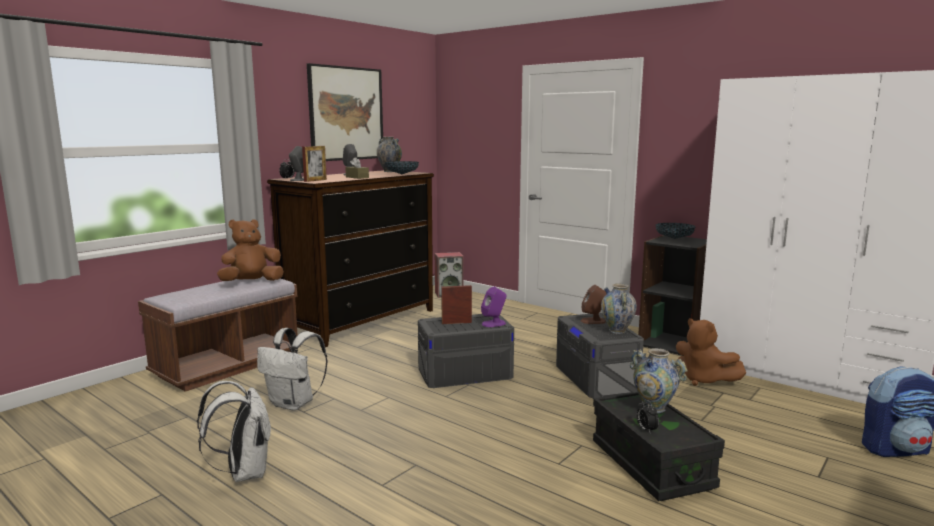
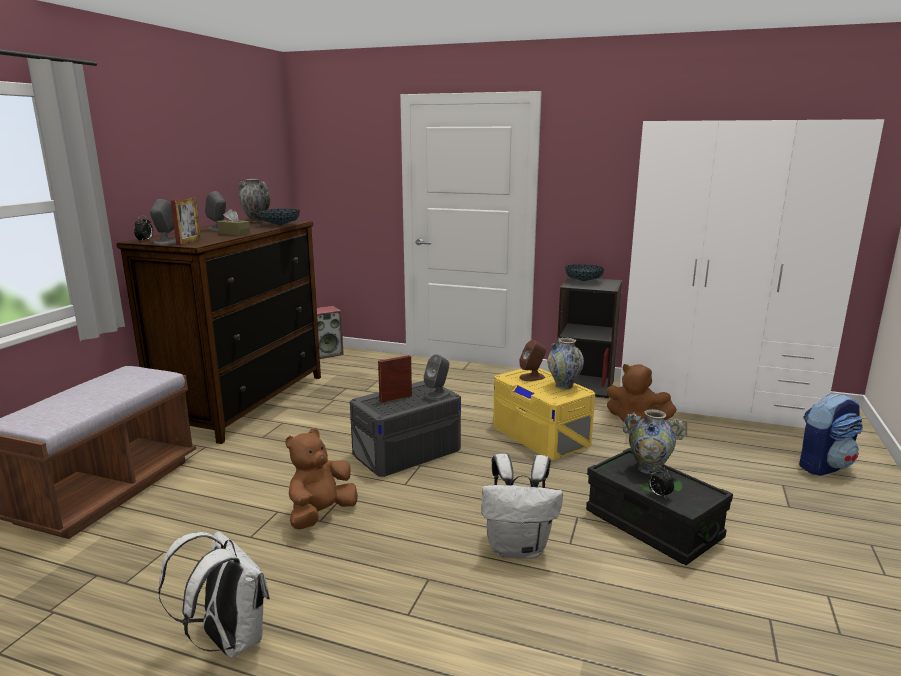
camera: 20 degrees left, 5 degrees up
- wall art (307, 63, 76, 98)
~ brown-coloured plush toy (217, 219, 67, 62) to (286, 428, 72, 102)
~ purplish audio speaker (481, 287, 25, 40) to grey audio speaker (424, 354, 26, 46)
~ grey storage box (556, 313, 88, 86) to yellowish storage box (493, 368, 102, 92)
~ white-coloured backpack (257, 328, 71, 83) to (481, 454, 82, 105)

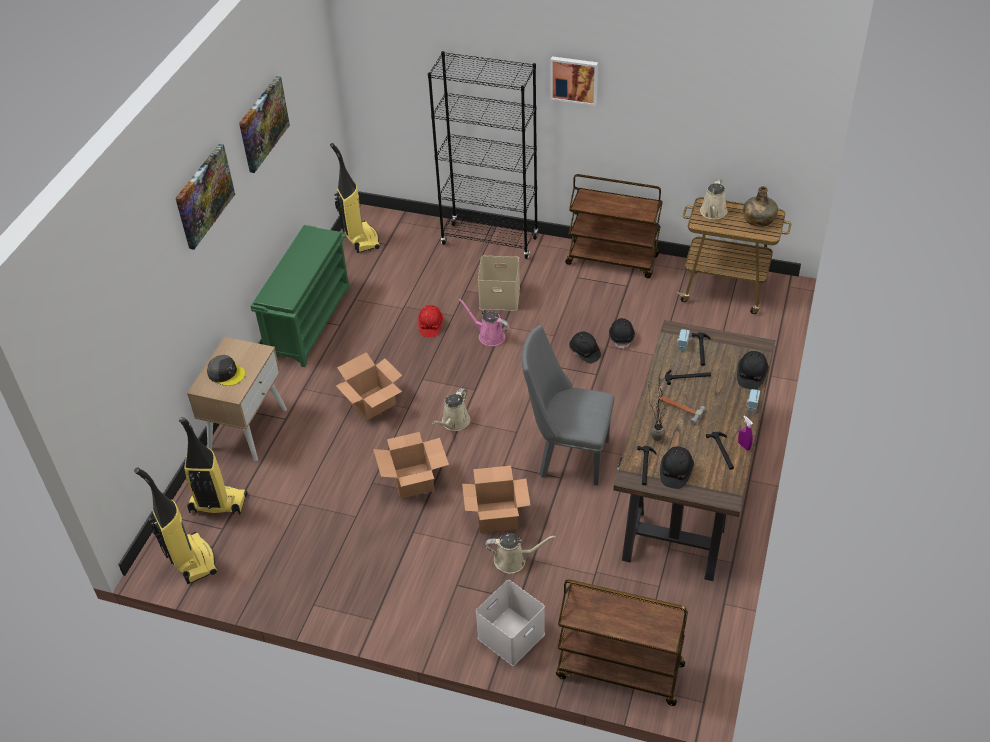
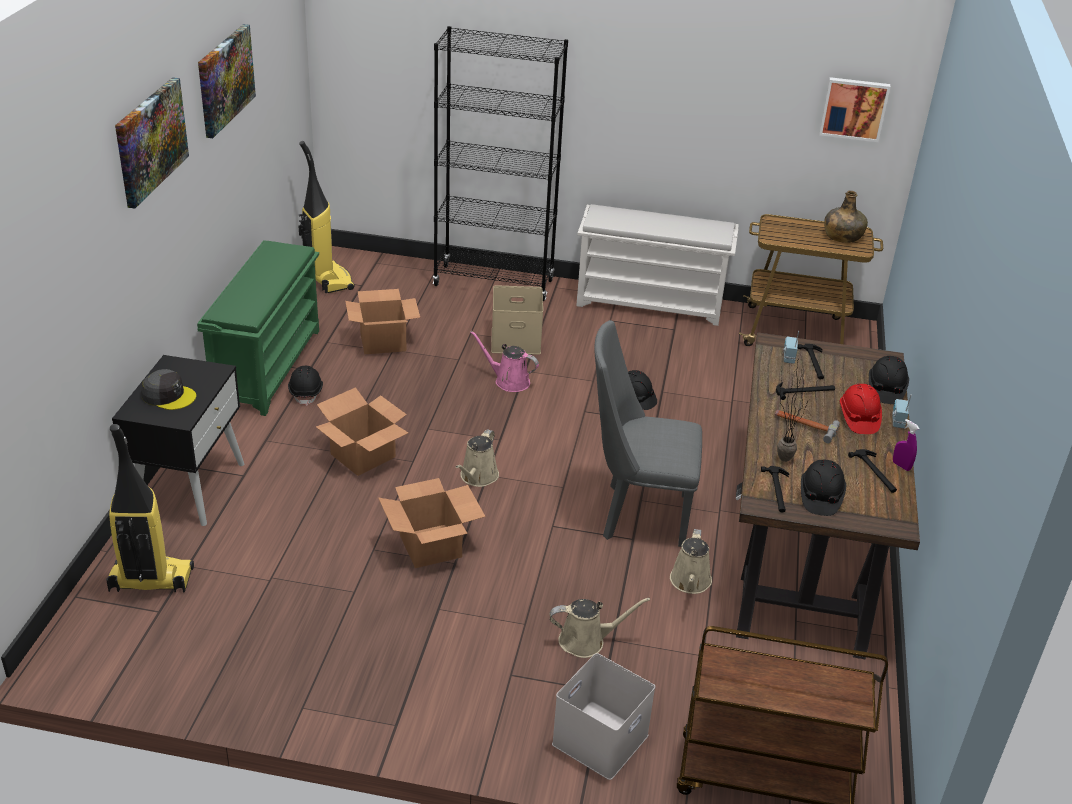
camera: 10 degrees left, 10 degrees down
~ wall art (551, 56, 47, 50) to (819, 77, 72, 65)
~ brown-coloured wheeled cart (565, 174, 98, 104) to white-coloured shoe rack (576, 204, 163, 122)
~ beige watering can (700, 179, 28, 41) to (670, 529, 42, 65)
~ reddish work helmet (418, 305, 25, 32) to (840, 384, 42, 50)
~ black-coloured work helmet (609, 318, 26, 32) to (288, 366, 35, 40)
~ beige nightstand (187, 337, 100, 124) to black-coloured nightstand (112, 355, 132, 171)
~ cardboard box (462, 466, 69, 67) to (345, 289, 75, 65)
- hoover (134, 467, 83, 117)

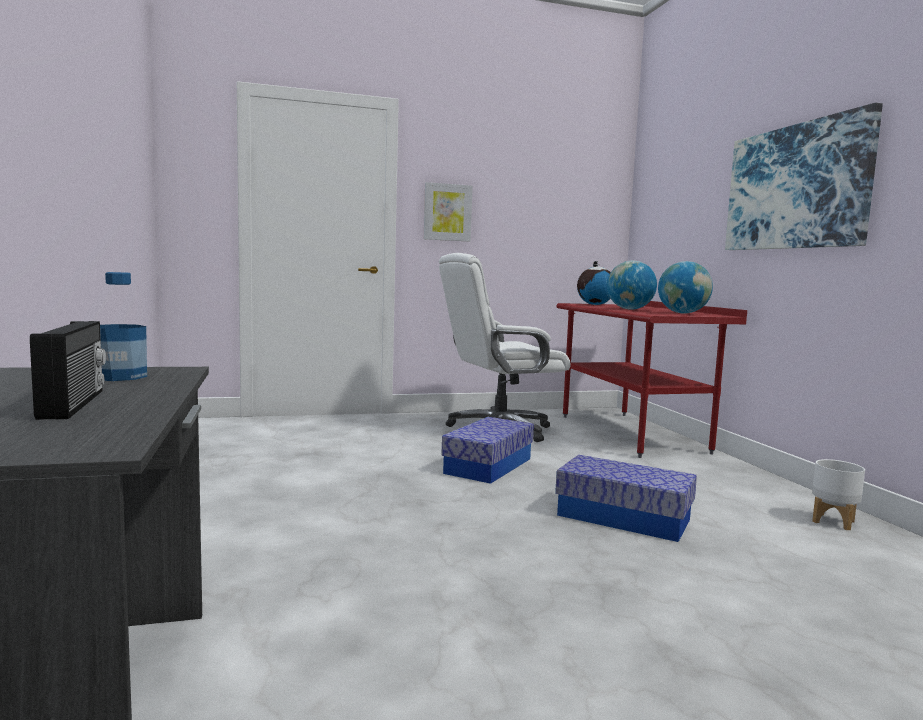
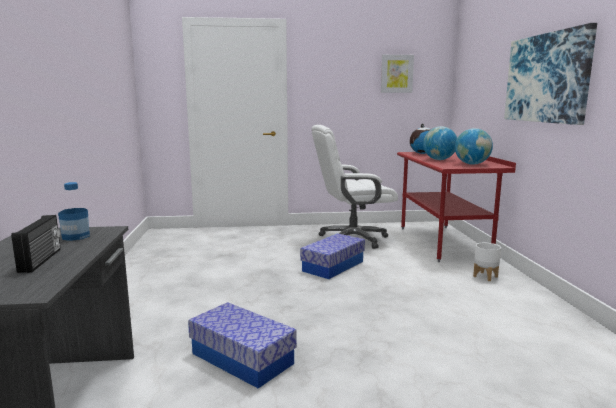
camera: 10 degrees right, 5 degrees up
~ wall art (424, 182, 49, 60) to (381, 55, 33, 38)
~ storage box (555, 455, 142, 87) to (188, 302, 109, 86)
~ white-coloured planter (812, 459, 53, 71) to (473, 243, 28, 38)

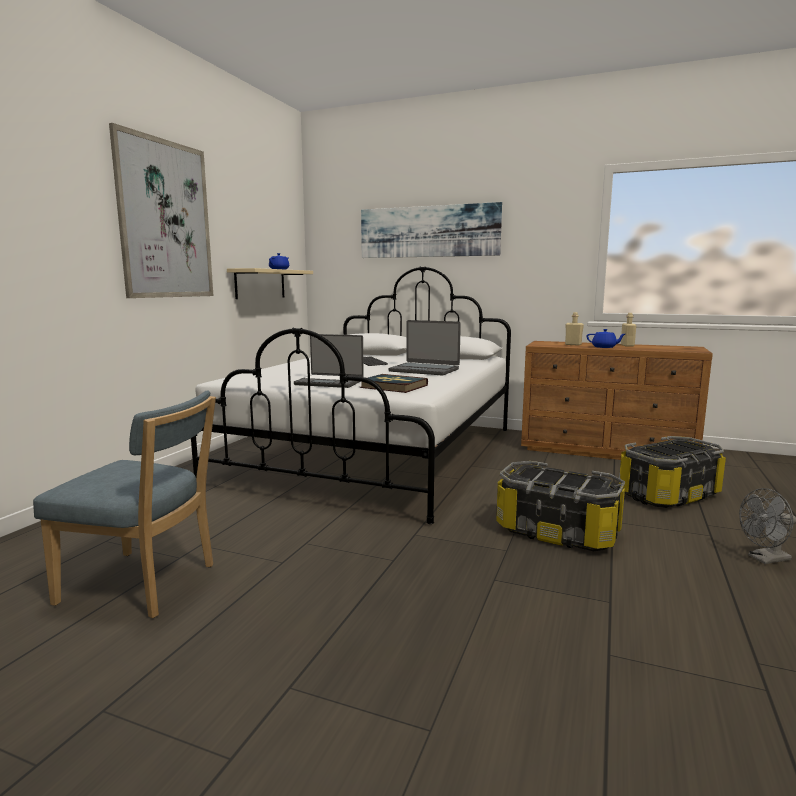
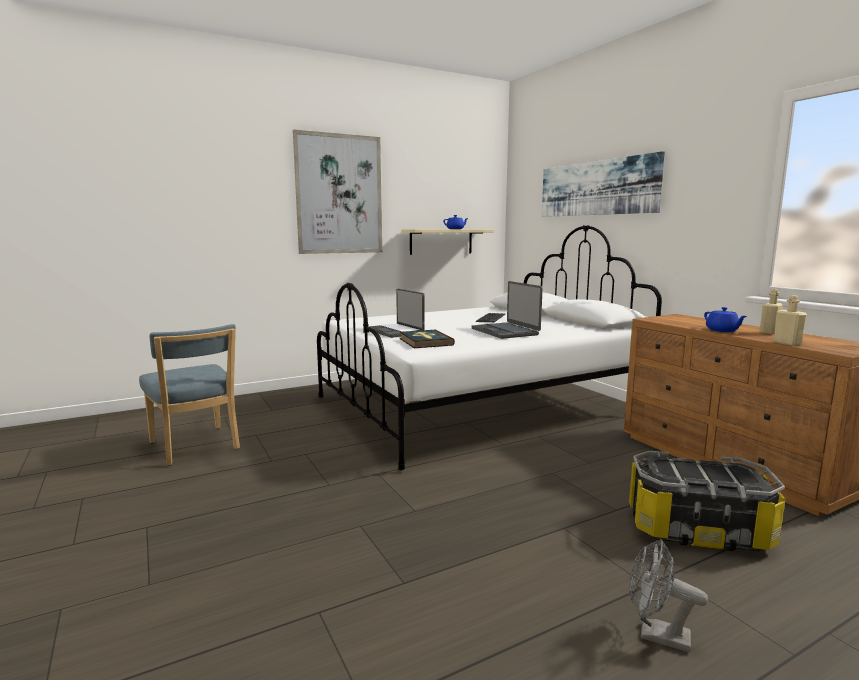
camera: 40 degrees right, 0 degrees up
~ beige beverage bottle (565, 312, 19, 34) to (773, 295, 34, 51)
- storage box (496, 461, 129, 90)

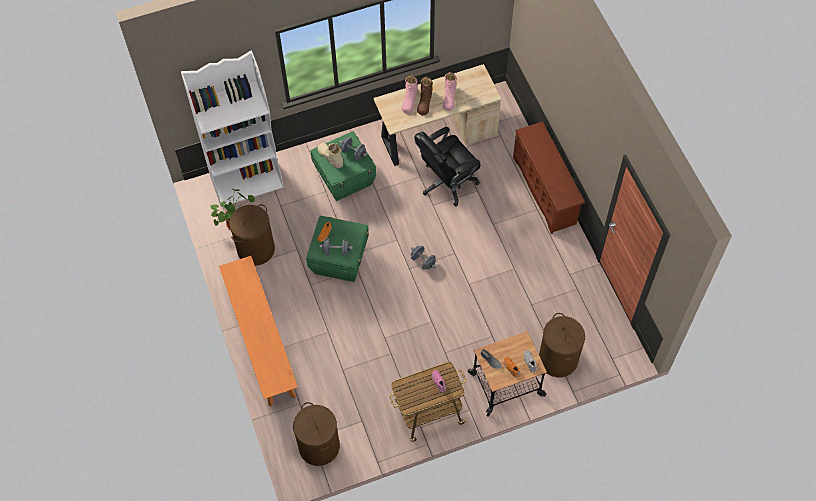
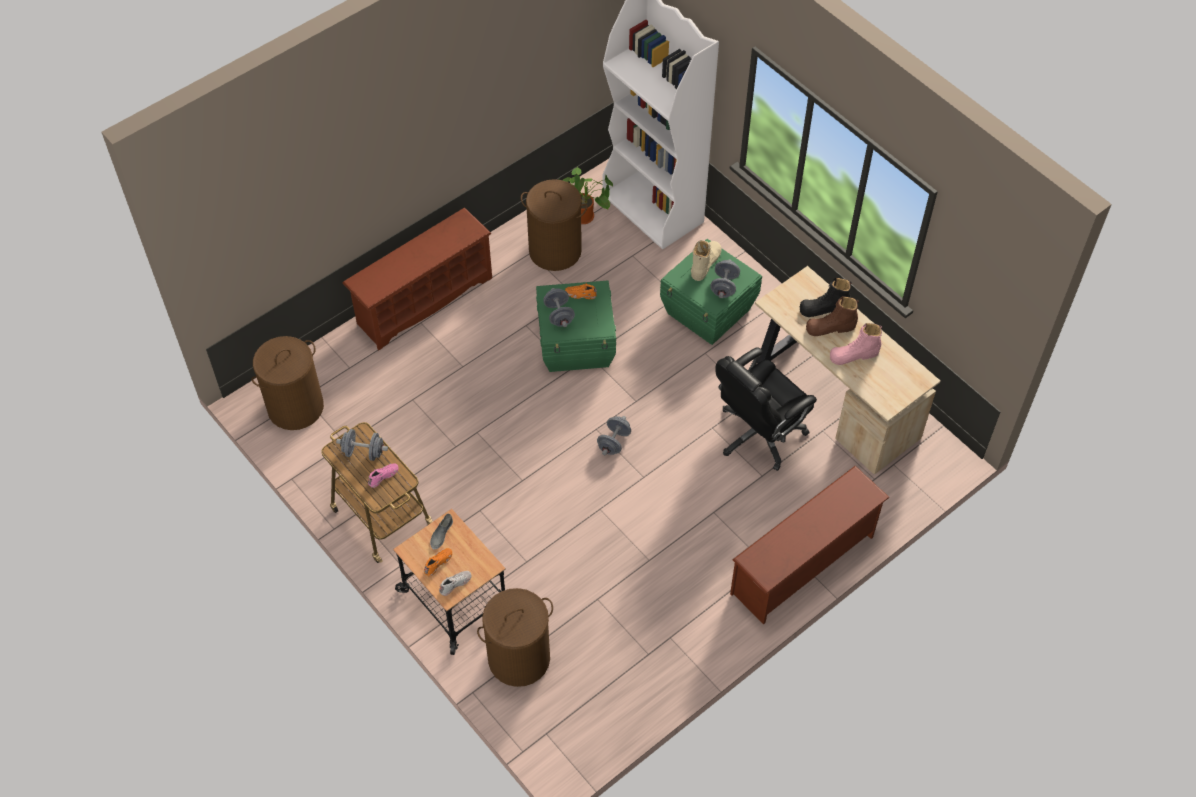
camera: 70 degrees right, 5 degrees down
~ pink tall boot (402, 75, 15, 39) to black-coloured tall boot (800, 278, 52, 39)
~ black-coloured desk chair (415, 127, 66, 80) = (715, 347, 102, 124) 75 degrees counterclockwise
~ orange-coloured indoor bench (219, 256, 79, 151) to brown-coloured shoe rack (343, 208, 149, 142)
+ grey dumbbell (336, 429, 52, 32)

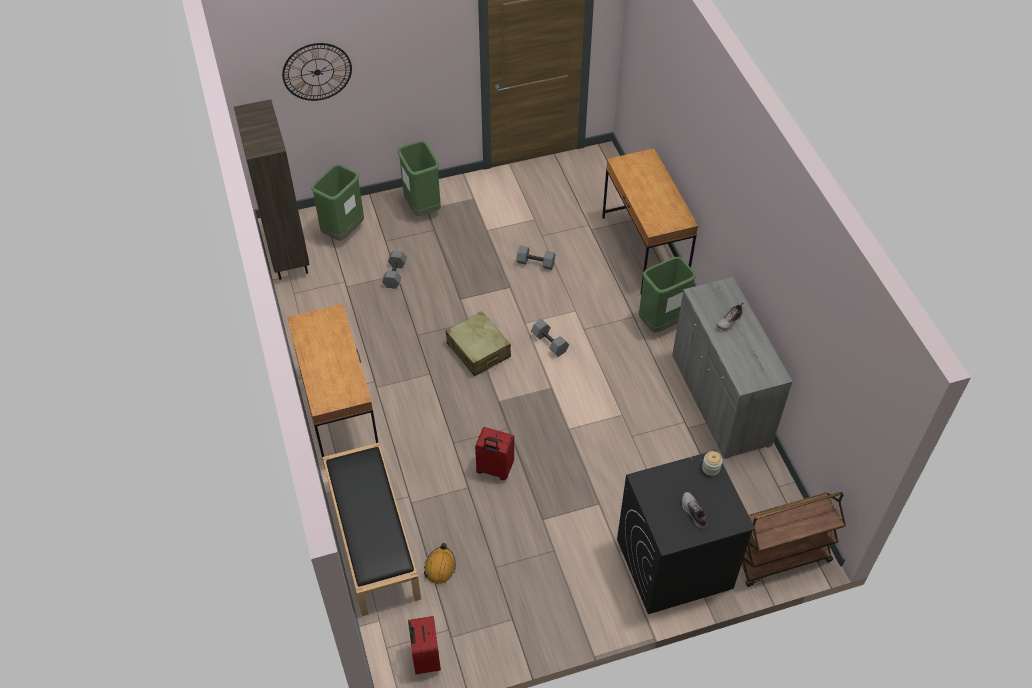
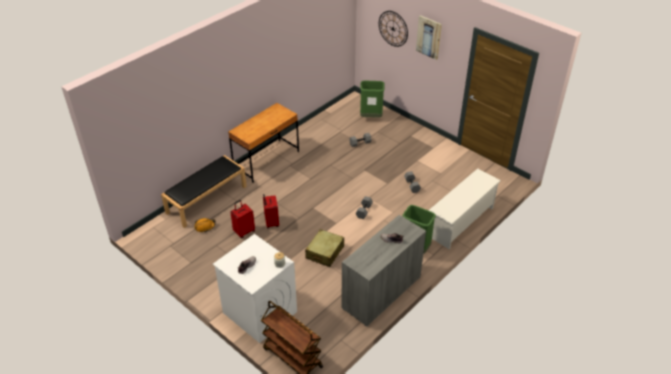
camera: 60 degrees right, 10 degrees down
- brown-coloured bookcase (234, 99, 76, 181)
- green-coloured trash can (398, 141, 43, 75)
~ brown-coloured desk table (602, 148, 96, 146) to white-coloured shoe rack (428, 168, 73, 81)
~ beige suitcase (446, 311, 65, 65) to (305, 229, 39, 38)
~ black-coloured washing machine (617, 450, 138, 164) to white-coloured washing machine (213, 234, 84, 109)
~ reddish suitcase (408, 616, 33, 58) to (230, 200, 25, 38)
+ wall art (416, 15, 26, 45)

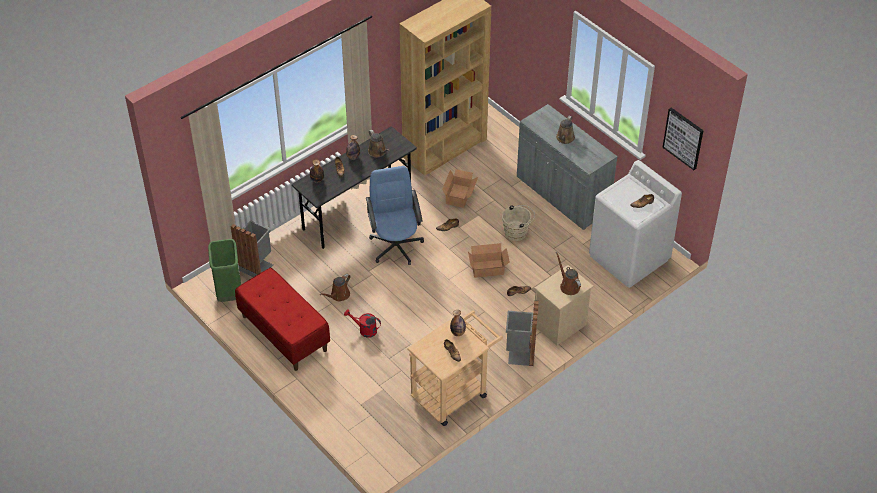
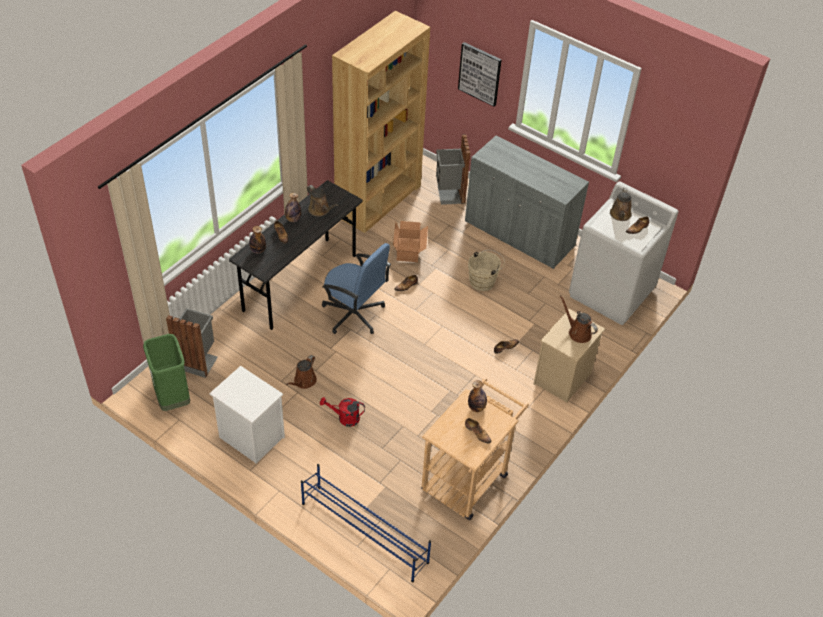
camera: 15 degrees left, 0 degrees up
~ wall art (662, 108, 42, 62) to (458, 42, 44, 65)
~ brown-coloured watering can (556, 116, 19, 28) to (610, 187, 22, 34)
~ blue-coloured desk chair (366, 166, 58, 99) = (322, 243, 69, 91) 150 degrees clockwise
- cardboard box (468, 243, 42, 35)
~ reddish indoor bench (235, 268, 95, 103) to white-coloured nightstand (209, 366, 76, 97)
~ grey trash can (506, 300, 33, 66) to (436, 134, 34, 71)
+ blue-coloured shoe rack (301, 464, 130, 118)

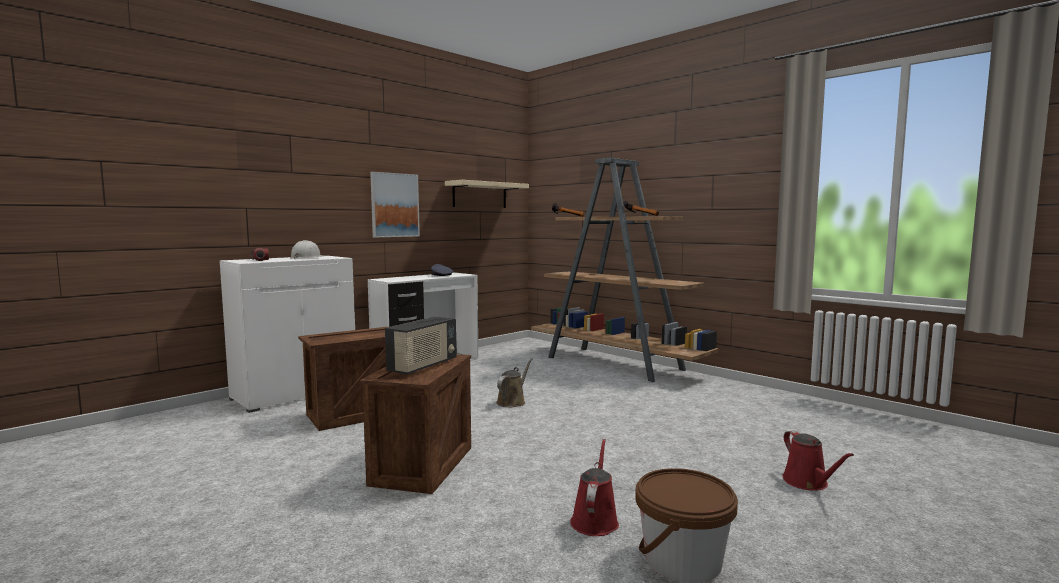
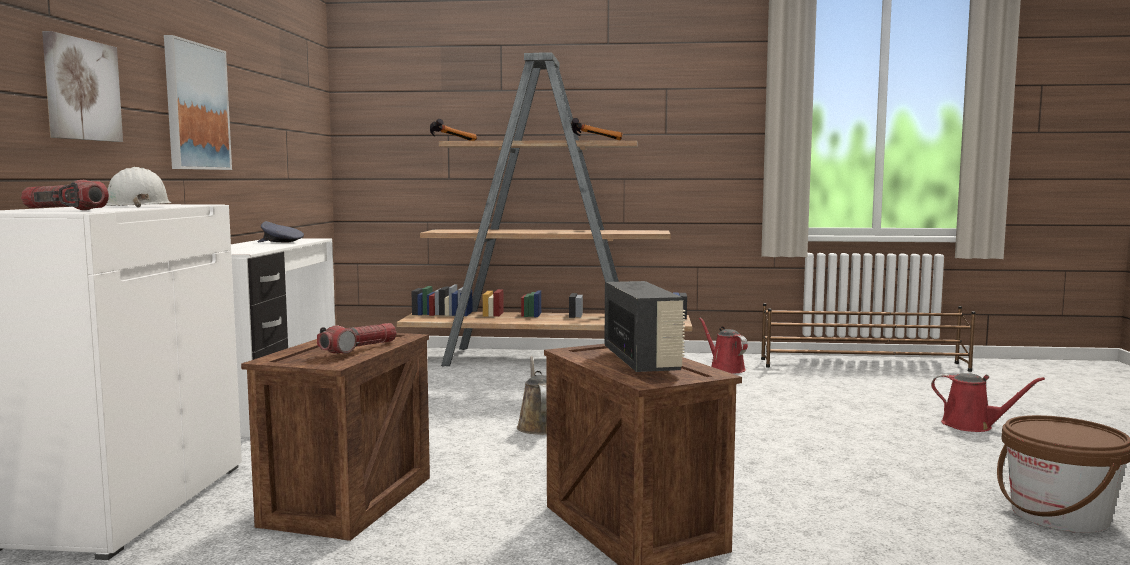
camera: 40 degrees left, 0 degrees up
- beige bracket shelf (445, 180, 84, 28)
~ reddish watering can (570, 439, 49, 97) to (699, 317, 49, 56)
+ wall art (42, 31, 81, 111)
+ brown-coloured shoe rack (761, 303, 214, 69)
+ flashlight (317, 323, 79, 31)

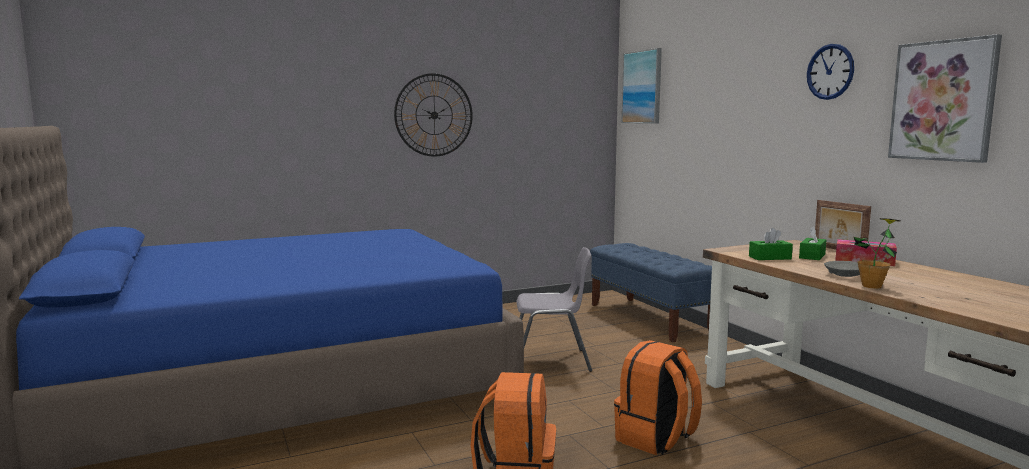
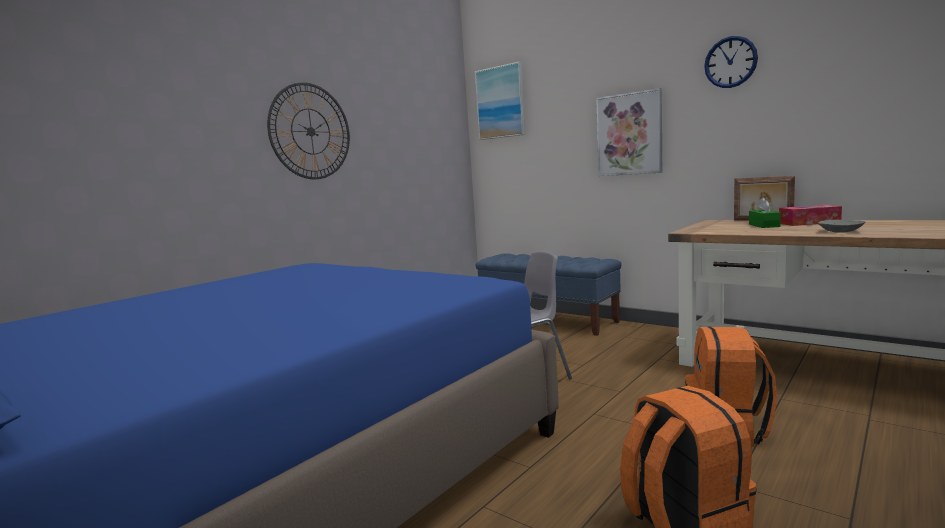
camera: 25 degrees left, 0 degrees up
~ wall art (888, 34, 114, 129) to (596, 88, 66, 88)
- houseplant (854, 218, 47, 71)
- green-coloured tissue holder (749, 228, 44, 32)

